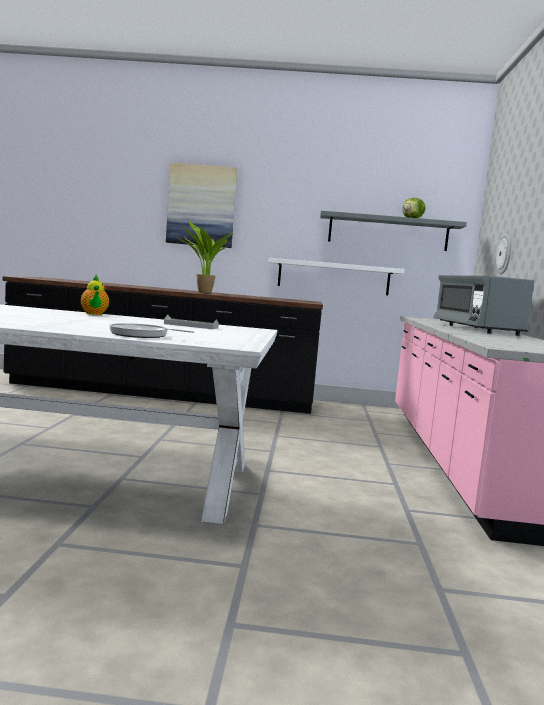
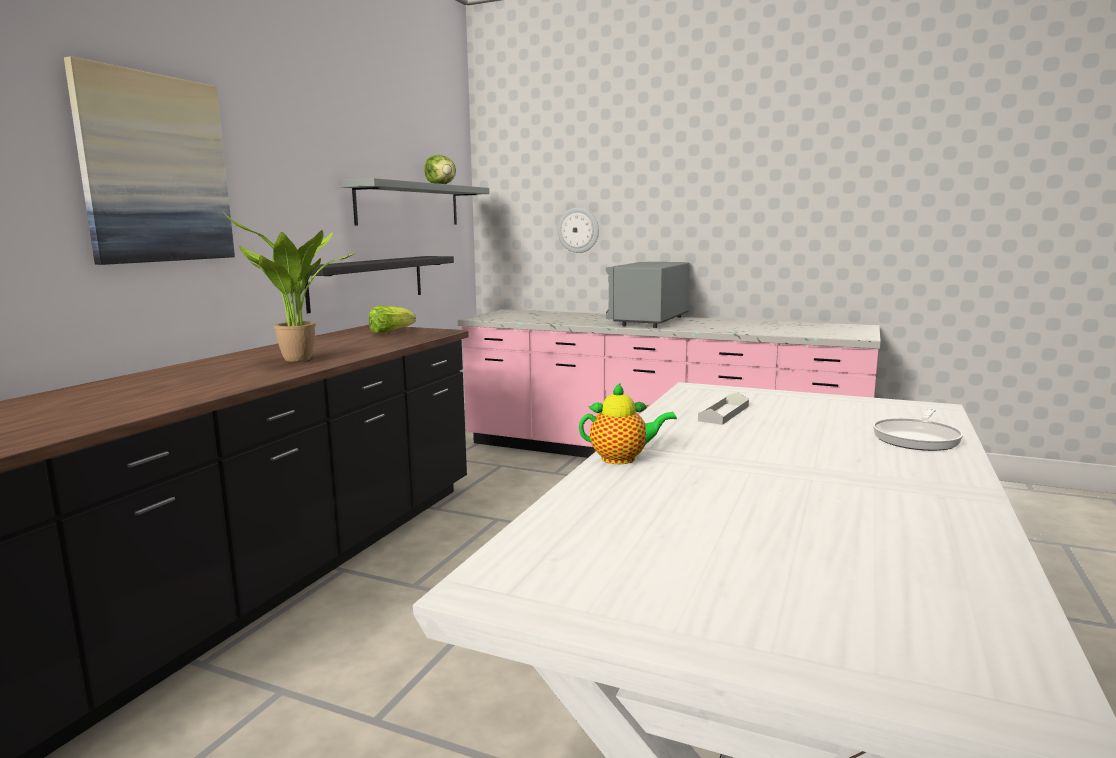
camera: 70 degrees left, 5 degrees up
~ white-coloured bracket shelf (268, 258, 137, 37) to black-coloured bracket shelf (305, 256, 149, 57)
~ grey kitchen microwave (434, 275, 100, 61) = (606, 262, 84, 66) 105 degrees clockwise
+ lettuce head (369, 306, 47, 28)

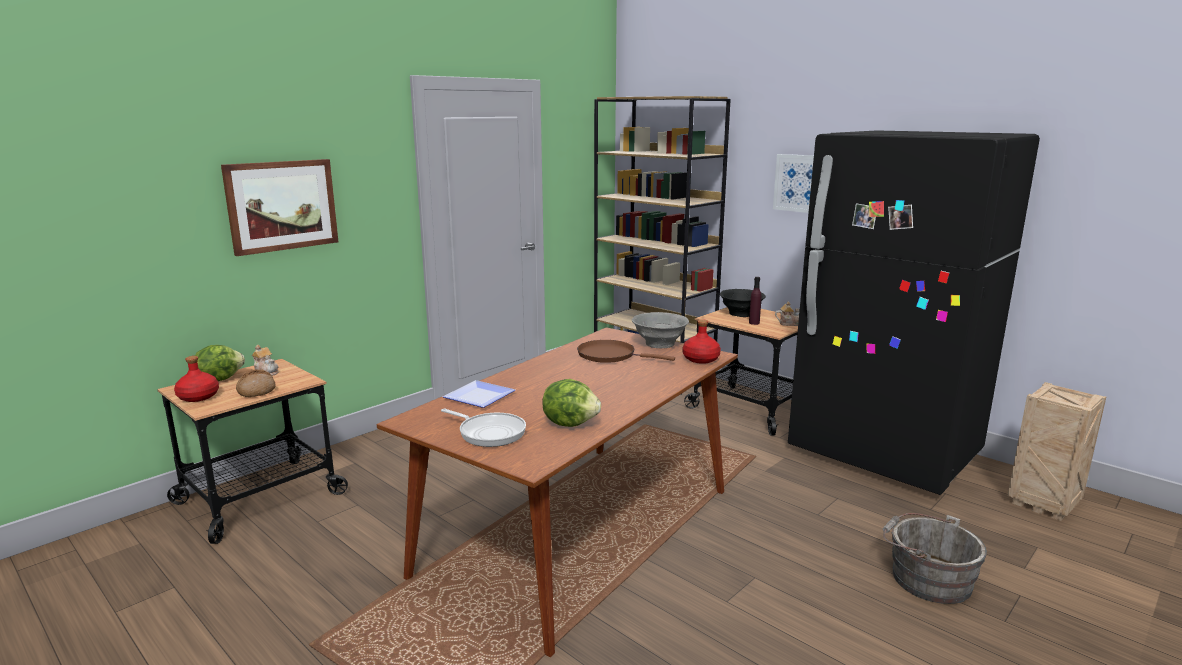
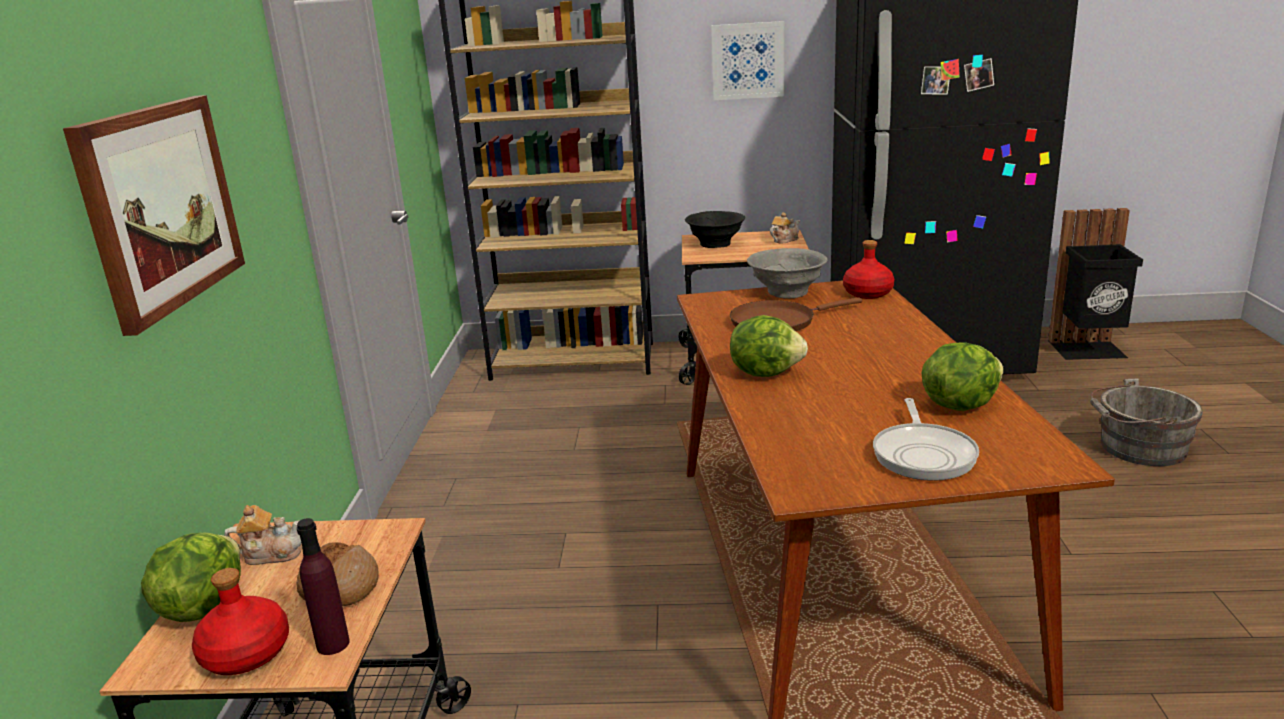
camera: 40 degrees left, 5 degrees up
~ purplish beverage bottle (749, 277, 13, 48) to (297, 518, 53, 137)
- dinner plate (442, 380, 73, 28)
~ shipping crate (1008, 382, 98, 139) to black-coloured trash can (1048, 208, 95, 152)
~ pan (441, 409, 85, 38) = (873, 398, 106, 83) 105 degrees clockwise
+ lettuce head (730, 315, 78, 62)

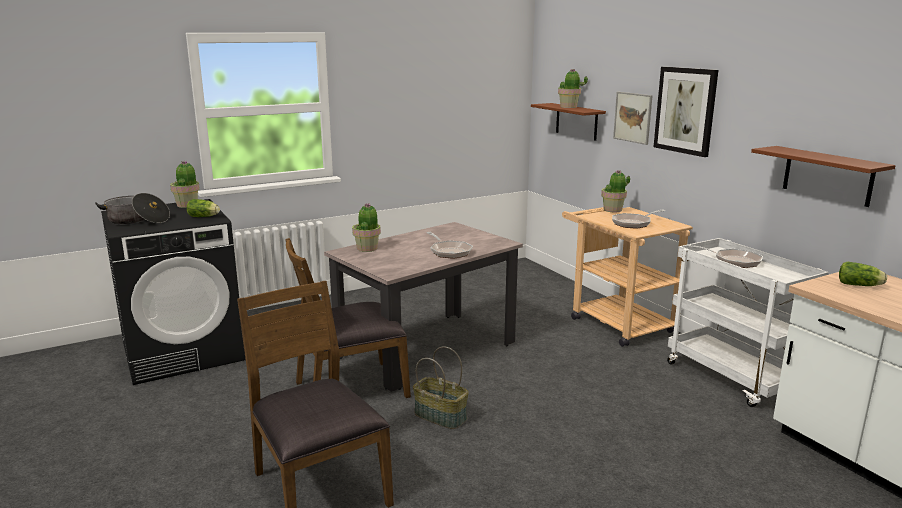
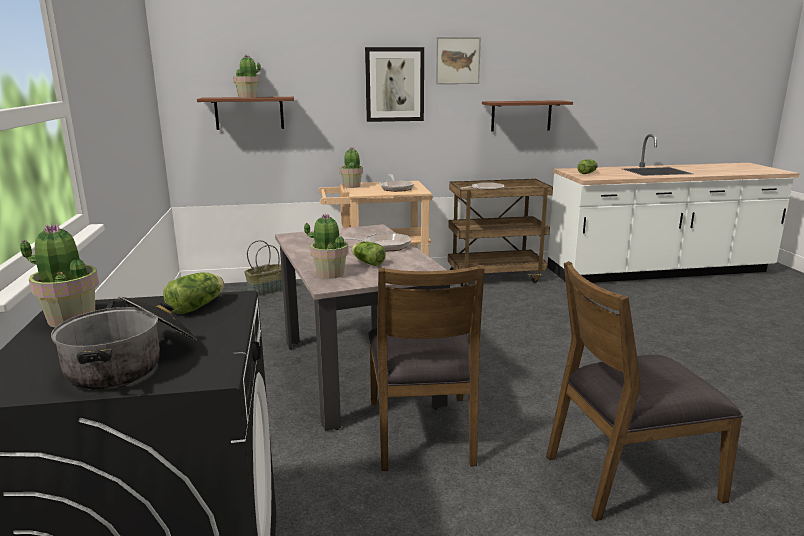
camera: 70 degrees left, 0 degrees up
~ wall art (613, 92, 40, 53) to (436, 37, 45, 47)
~ white-coloured wheeled cart (667, 238, 162, 169) to brown-coloured wheeled cart (448, 179, 105, 107)
~ basket (413, 346, 56, 83) to (245, 240, 38, 56)
+ lettuce head (352, 242, 34, 24)

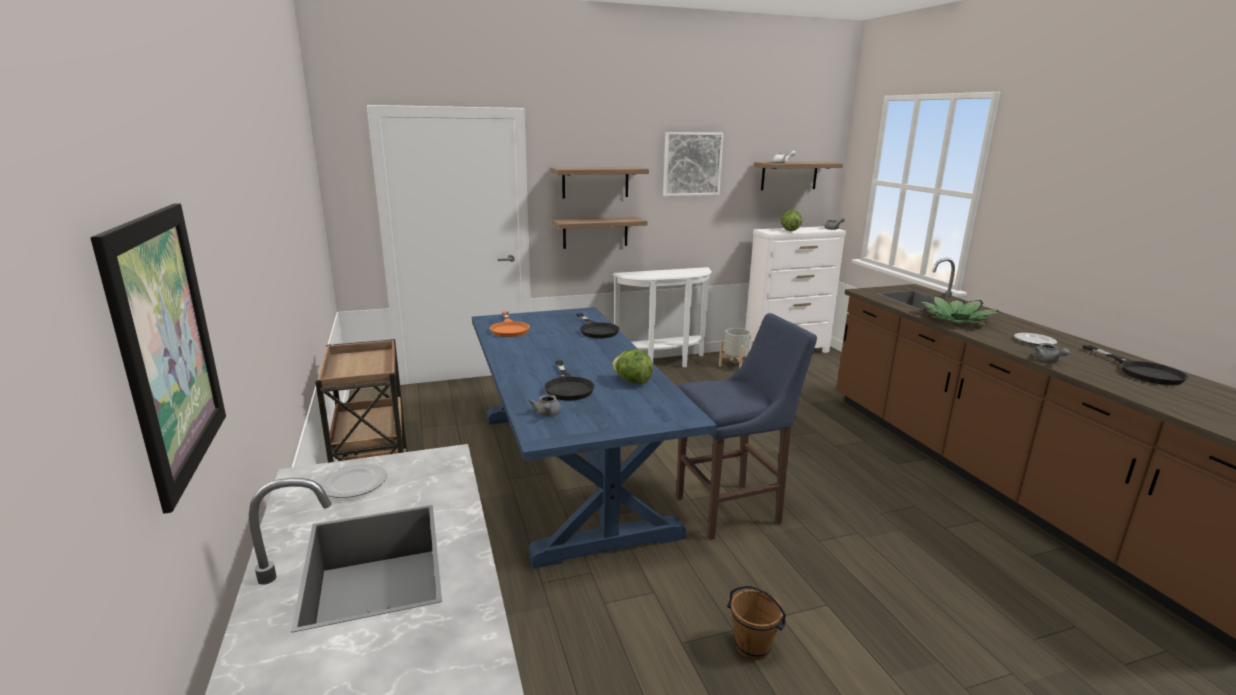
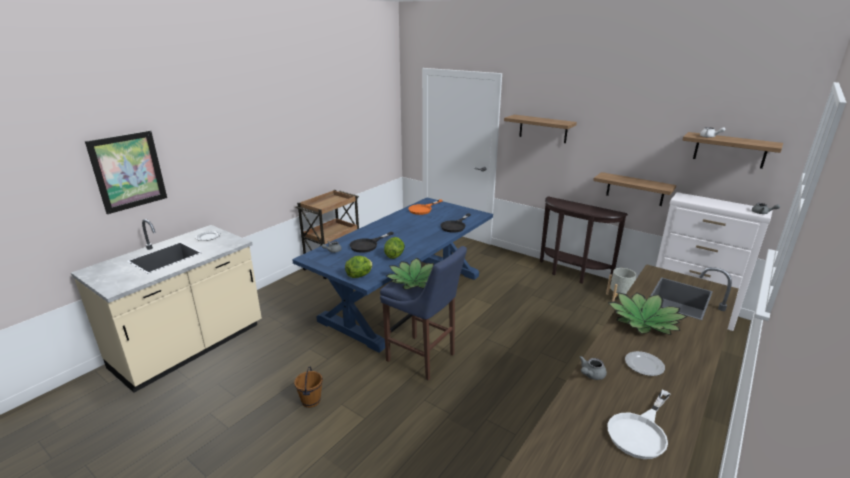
camera: 55 degrees right, 5 degrees up
- wall art (663, 132, 61, 64)
~ lettuce head (781, 210, 21, 21) to (345, 256, 28, 22)
~ bracket shelf (552, 217, 96, 32) to (593, 172, 83, 34)
~ white-coloured hall table (613, 267, 99, 100) to brown-coloured hall table (540, 196, 88, 88)
~ black-coloured pan (1083, 345, 105, 40) to white-coloured pan (607, 390, 64, 69)
+ houseplant (386, 258, 48, 32)

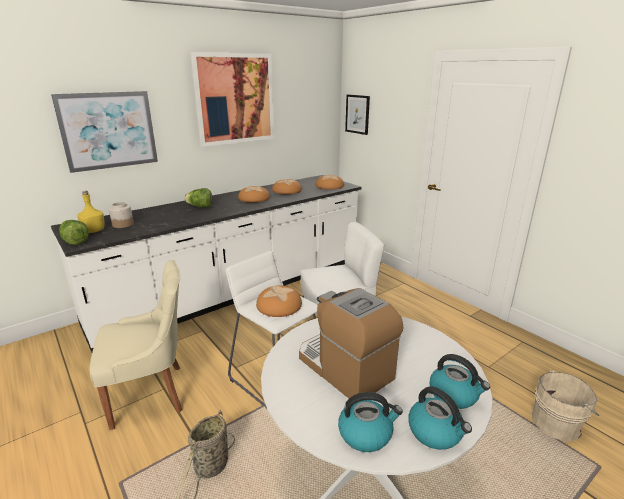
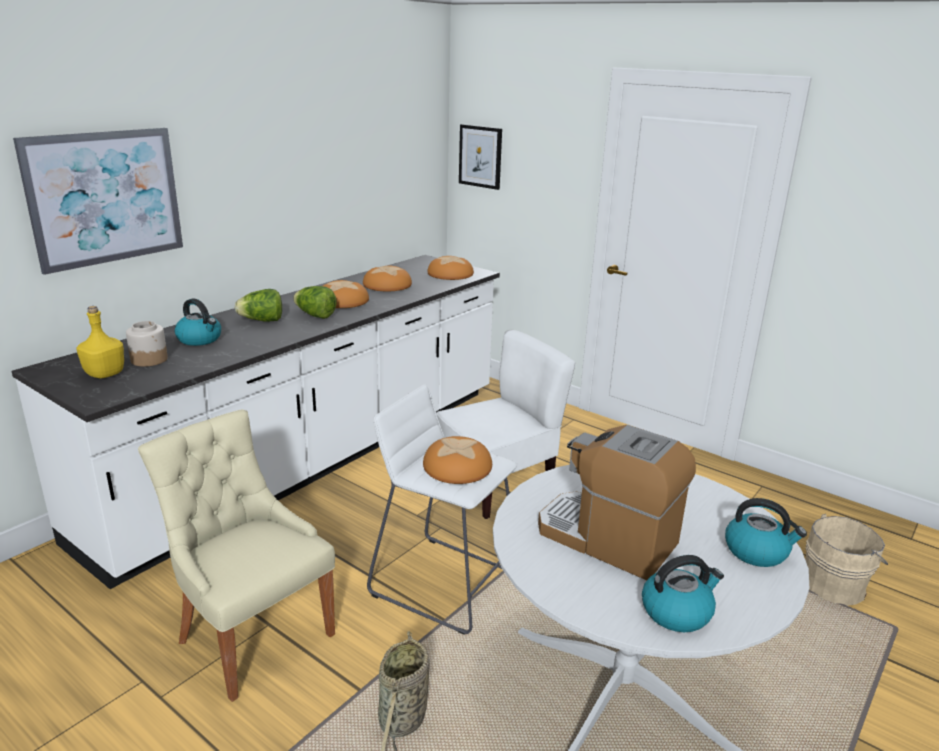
camera: 15 degrees left, 0 degrees up
- wall art (190, 52, 84, 95)
~ lettuce head (59, 220, 30, 25) to (293, 286, 44, 33)
~ beige chair (89, 260, 94, 170) = (138, 409, 197, 293) 105 degrees counterclockwise
~ kettle (408, 386, 64, 64) to (175, 298, 46, 48)

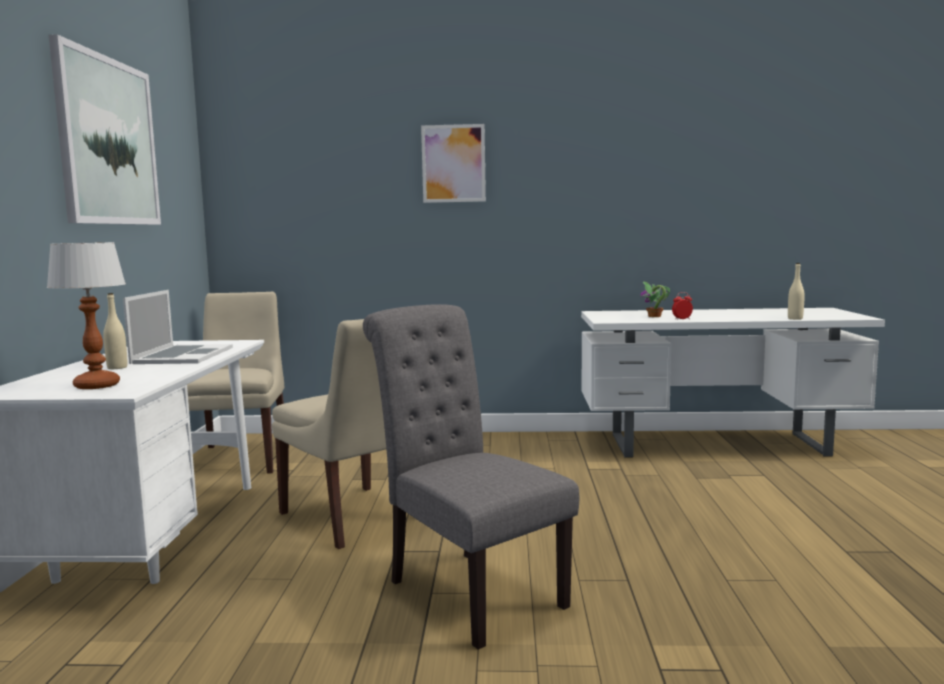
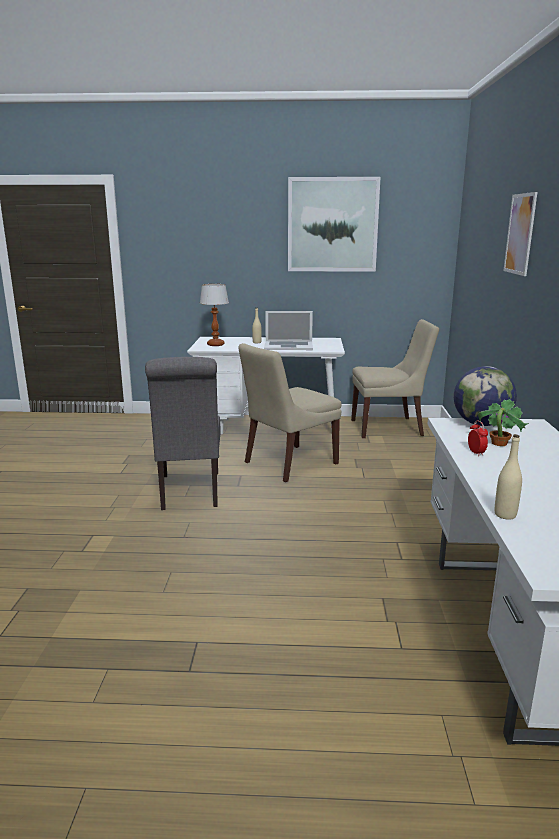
camera: 90 degrees right, 10 degrees up
~ grey chair (363, 304, 216, 345) = (145, 357, 76, 153) 120 degrees clockwise
+ desk globe (454, 366, 63, 60)

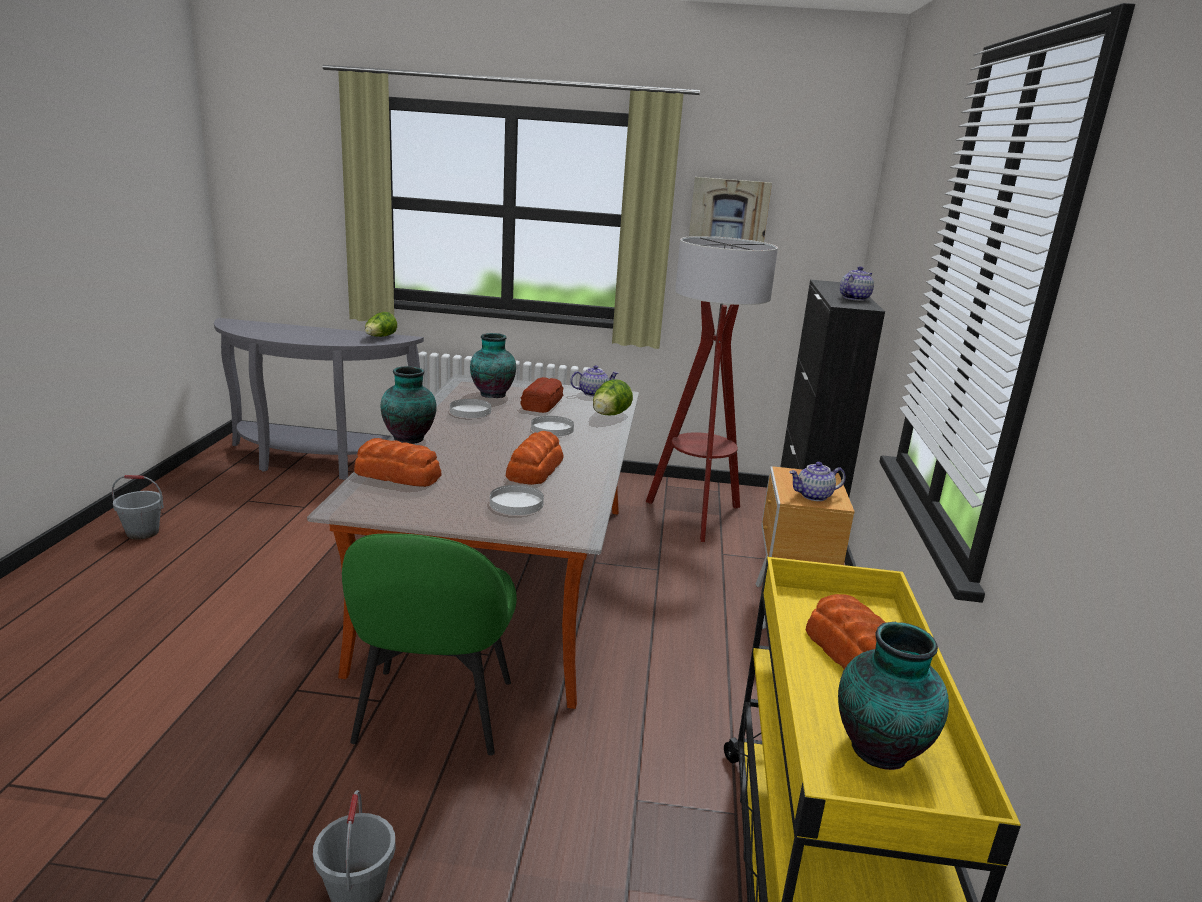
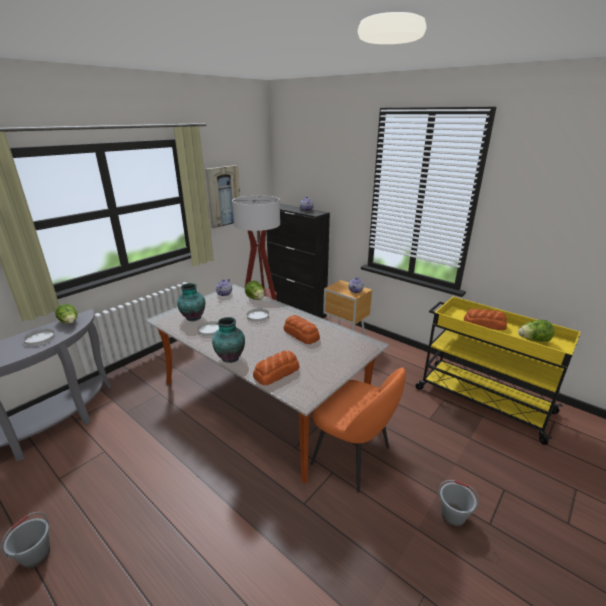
camera: 55 degrees left, 5 degrees up
- bakery bread (520, 377, 43, 36)
~ white-coloured dinner plate (490, 485, 54, 30) to (23, 329, 32, 17)
~ green-coloured chair (342, 533, 175, 223) to orange-coloured chair (311, 367, 95, 126)
~ vase (838, 622, 111, 148) to lettuce head (518, 320, 36, 22)

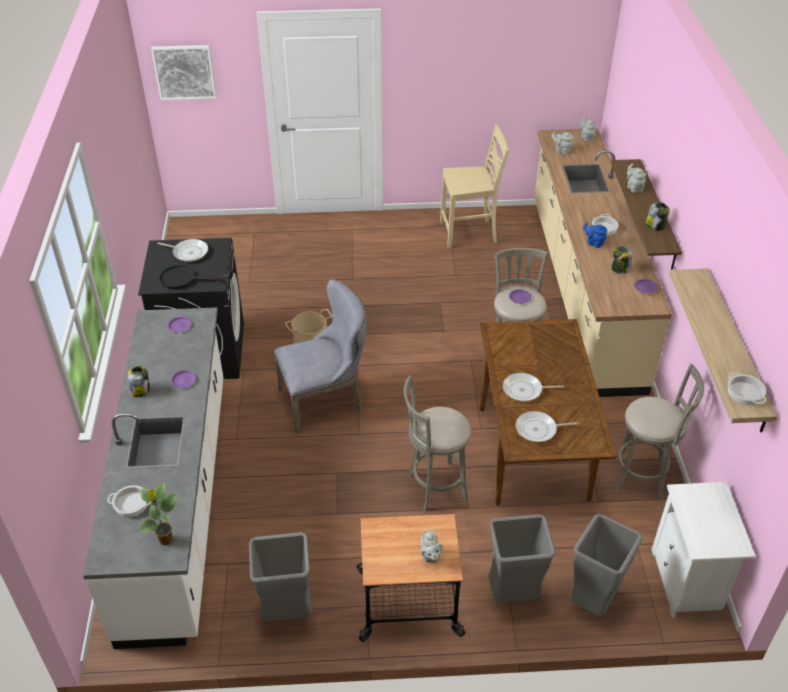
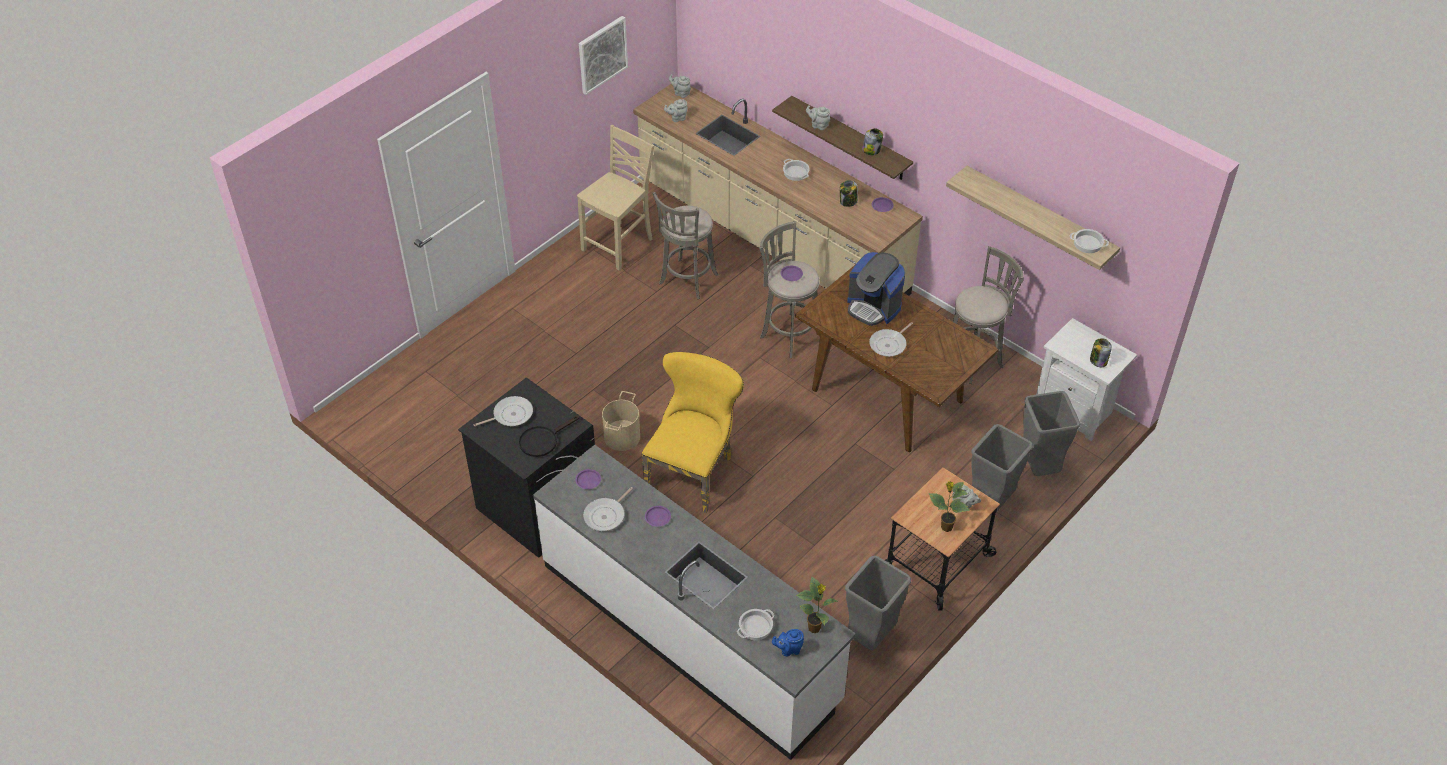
camera: 45 degrees left, 5 degrees up
~ wall art (151, 45, 65, 55) to (579, 16, 49, 79)
~ blue-coloured tea pot (583, 222, 24, 26) to (772, 629, 32, 28)
~ grey chair (273, 279, 94, 155) to yellowish chair (642, 352, 102, 161)
~ storage jar (127, 366, 23, 31) to (1090, 338, 22, 29)
~ grey stool seat (404, 375, 67, 138) to (653, 192, 65, 107)
~ pan (516, 411, 63, 31) to (583, 487, 50, 44)
+ coffee machine (847, 252, 58, 74)
+ houseplant (929, 481, 41, 51)

